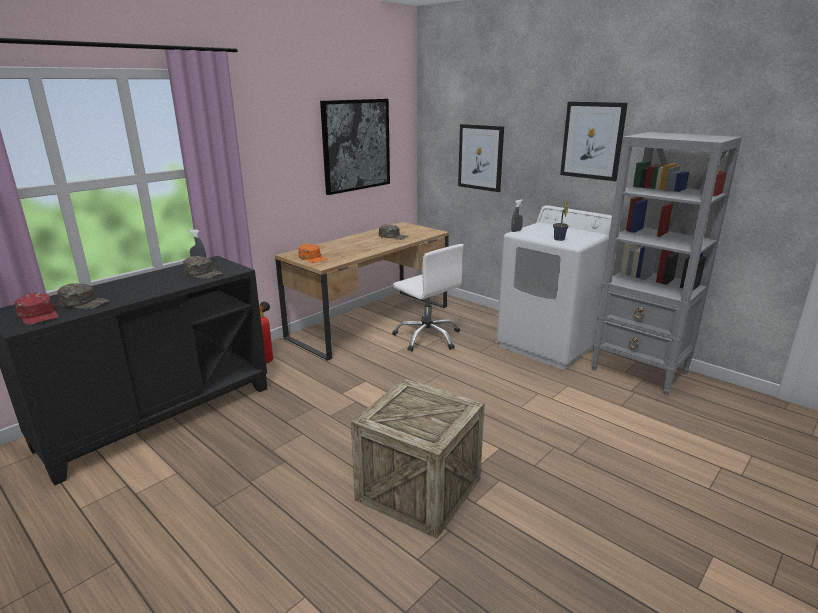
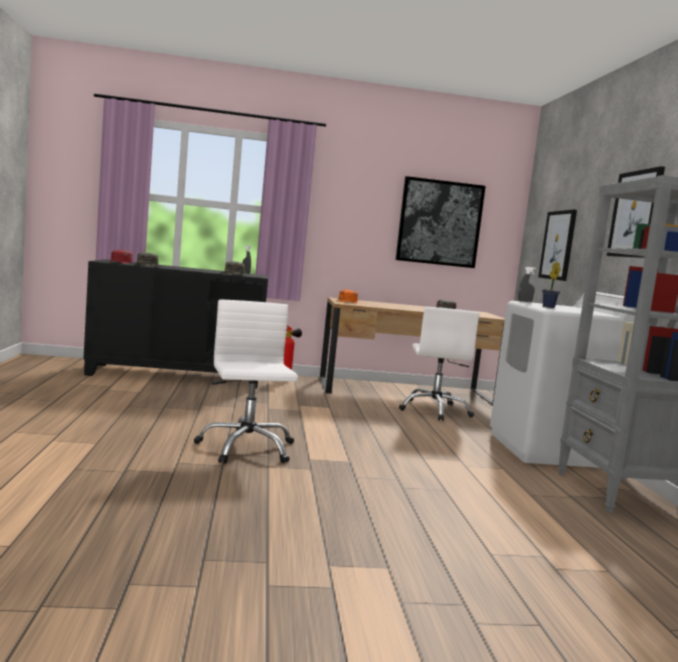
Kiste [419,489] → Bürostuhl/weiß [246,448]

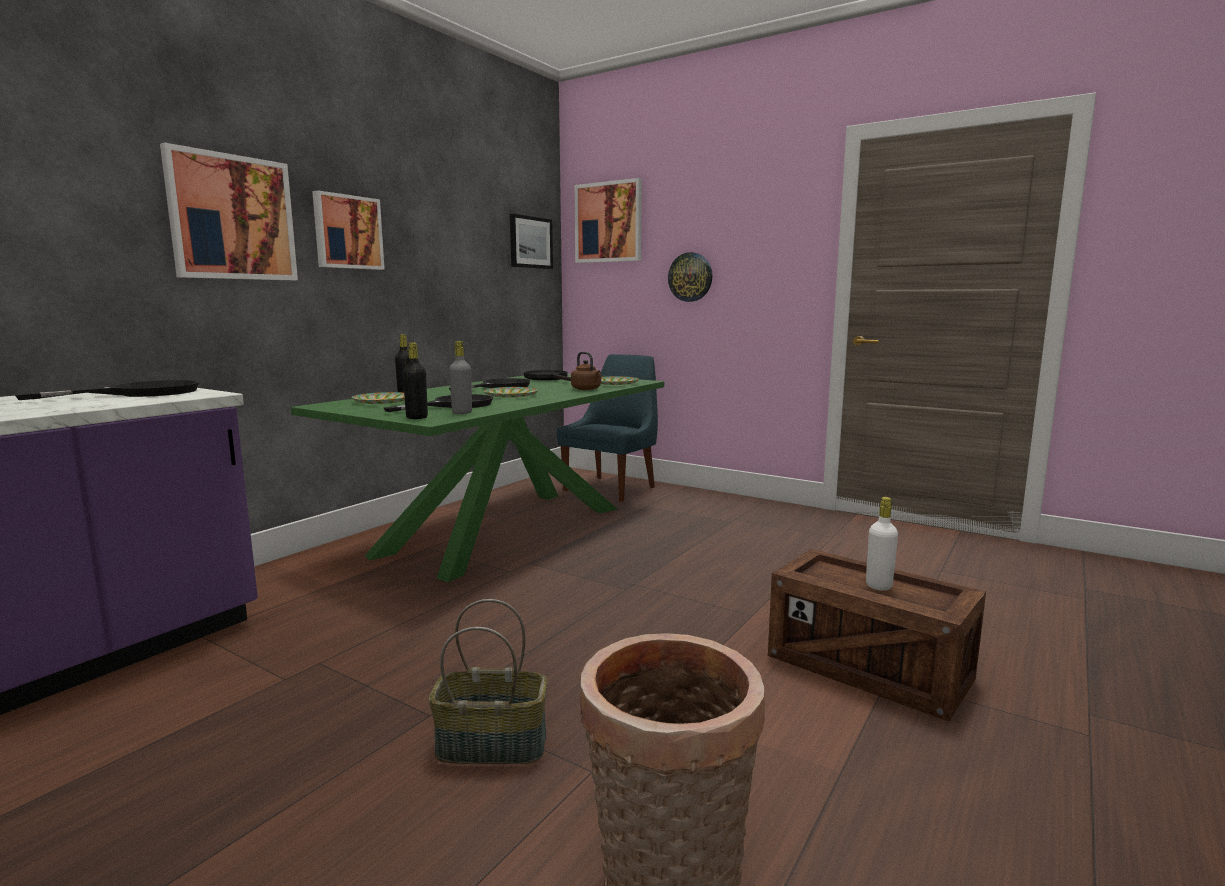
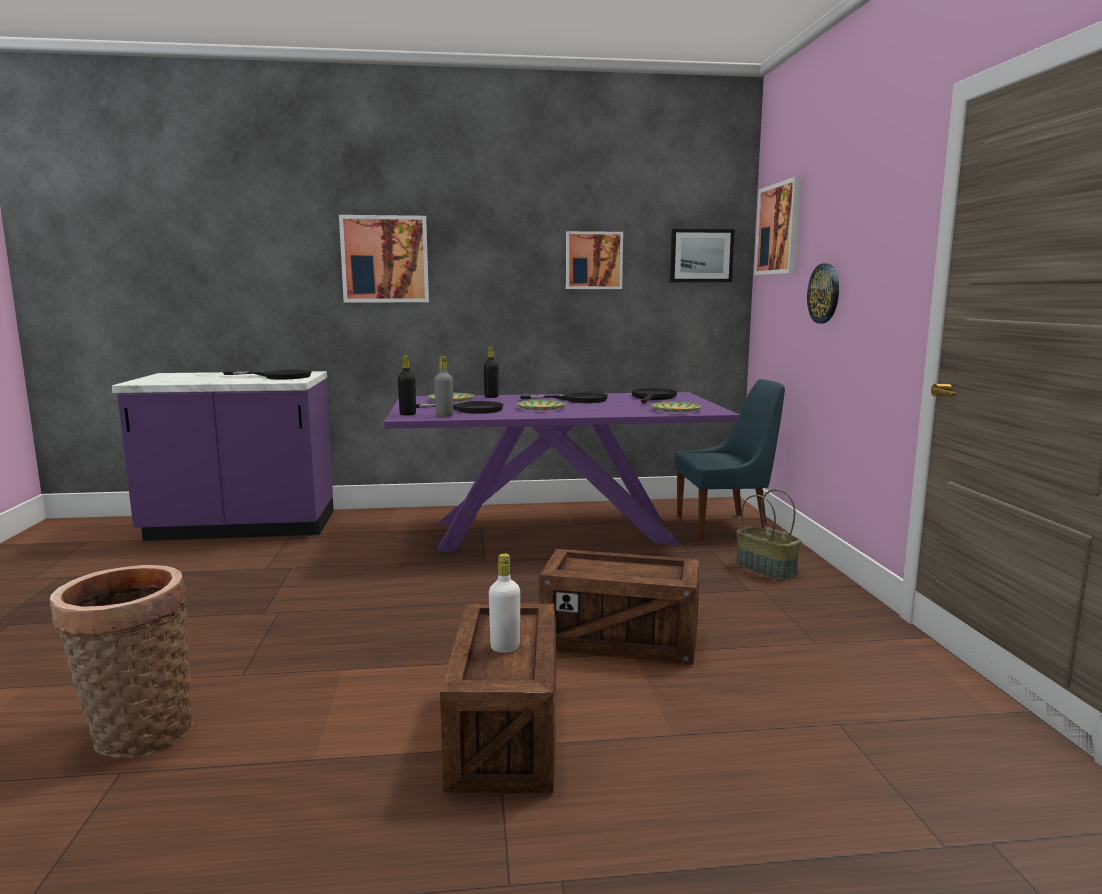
Esstisch/grün [506,530] → Esstisch/lila [555,532]
- → Kiste [619,640]
Bild [347,232] → Bild [593,260], relocated
Korb [493,744] → Korb [767,569], relocated
Wasserkessel/braun [587,389] → -

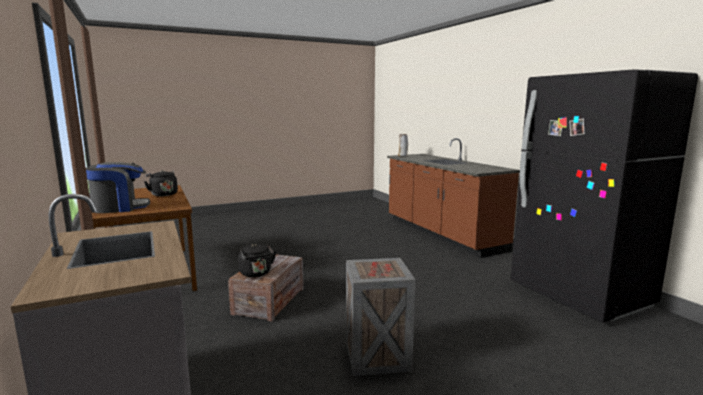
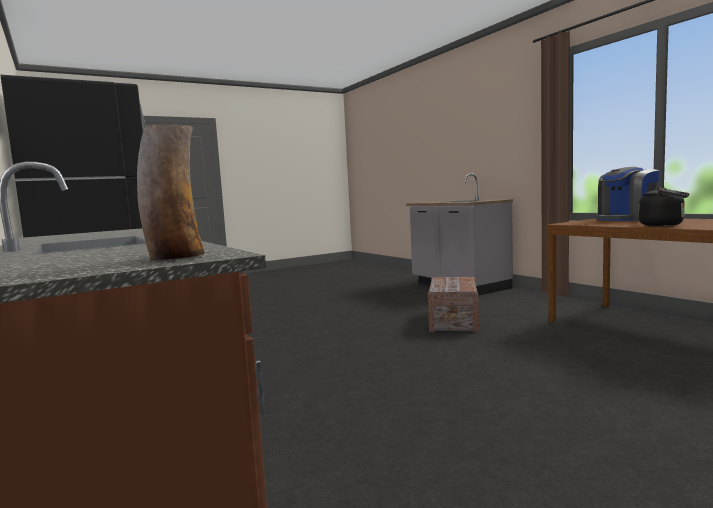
Wasserkessel/schwarz [256,274] → -
Kiste [376,357] → -

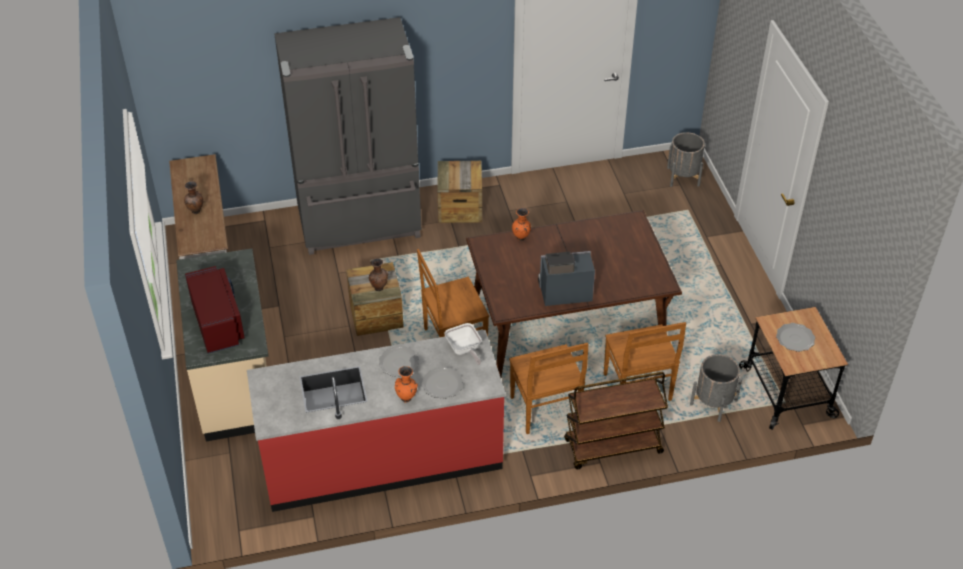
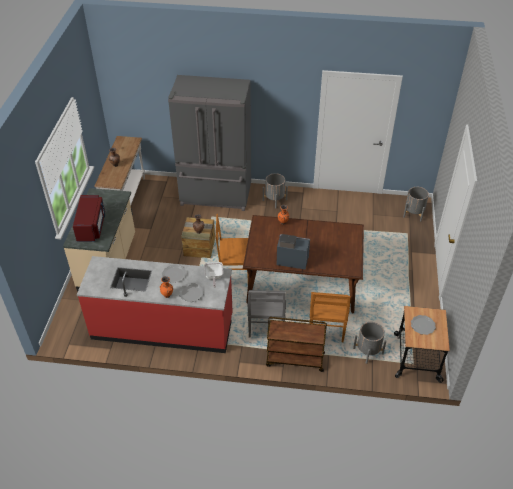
Stuhl/braun [545,411] → Stuhl/grau [266,327]
Kiste [460,207] → Pflanzkübel/grau [274,200]

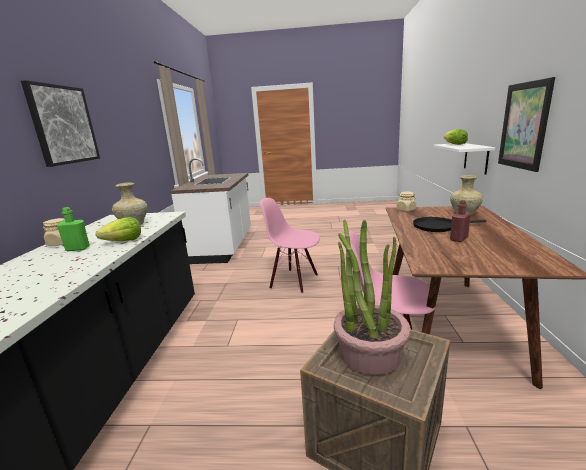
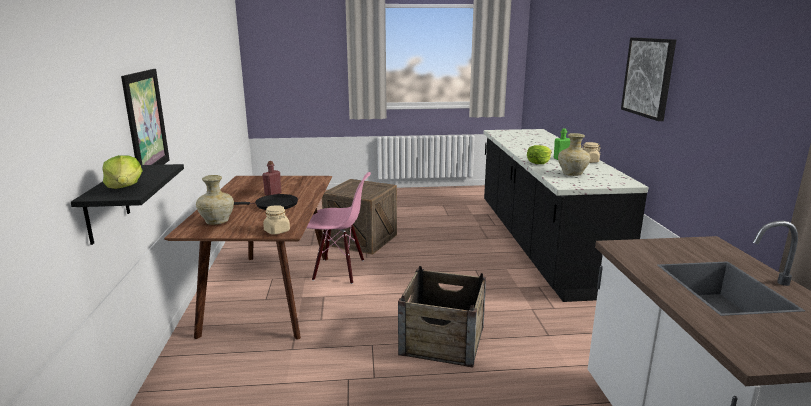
Wandregal/weiß [476,158] → Wandregal/schwarz [106,204]
Stuhl/rosa [294,281] → Kiste [443,340]
Topfpflanze [369,352] → -

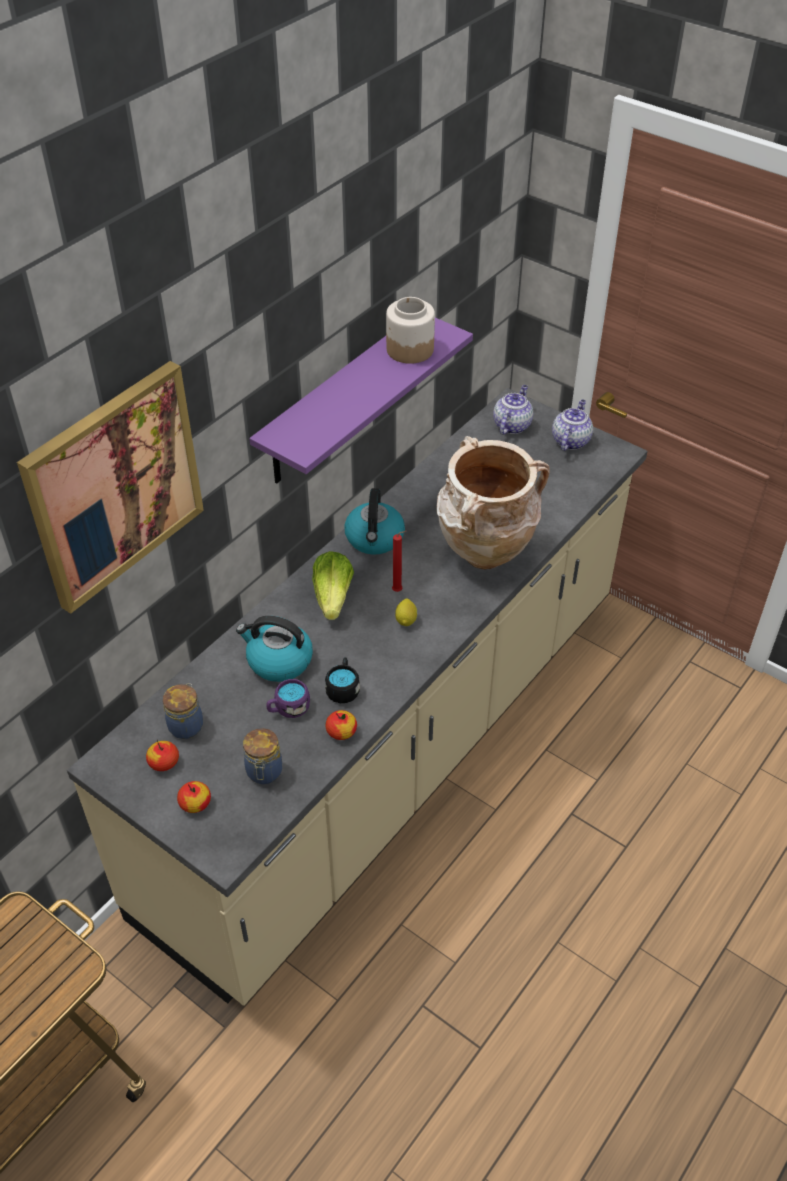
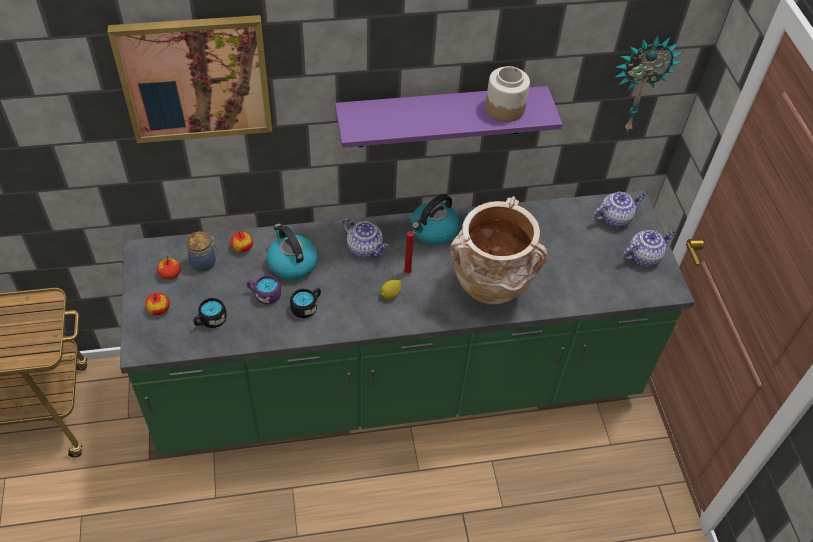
Küchenzeile/beige [393,750] → Küchenzeile/grün [398,384]
Vorratsglas [264,772] → Henkelbecher/schwarz [210,320]
Apfel [341,732] → Apfel [242,247], relocated
Salatkopf [333,597] → Teekanne [365,249]
- → Wanduhr [639,82]

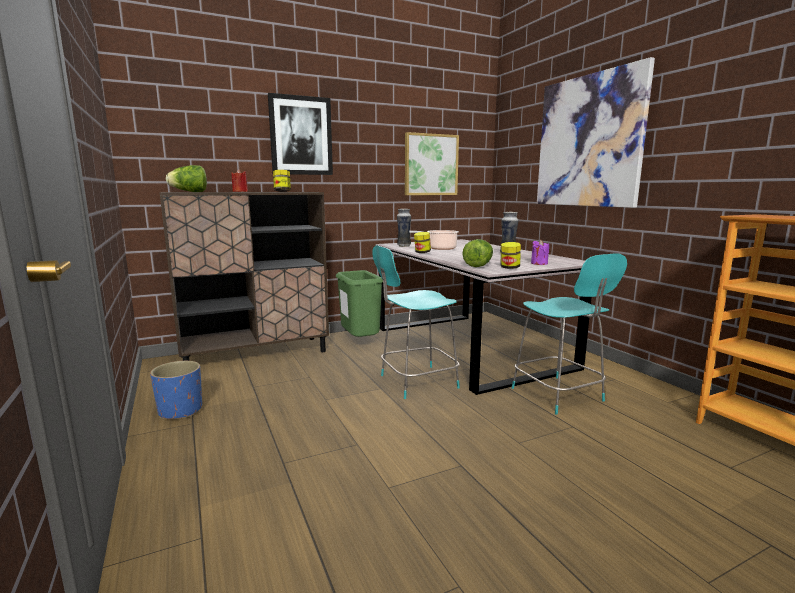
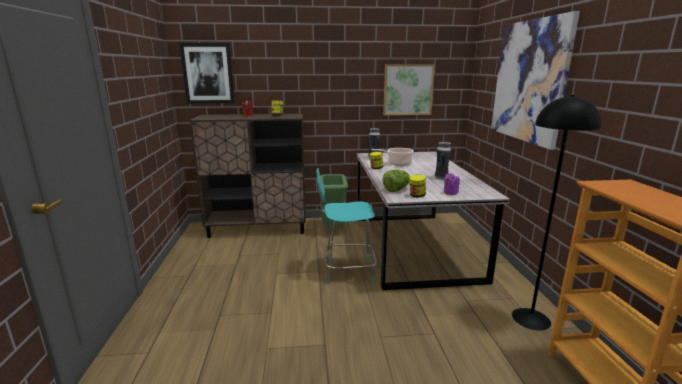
Bild [301,136] → Bild [208,73], relocated
- → Stehlampe/schwarz [531,318]
Pflanzkübel/blau [180,411] → -
Salatkopf [189,192] → -
Stuhl/türkis [559,396] → -

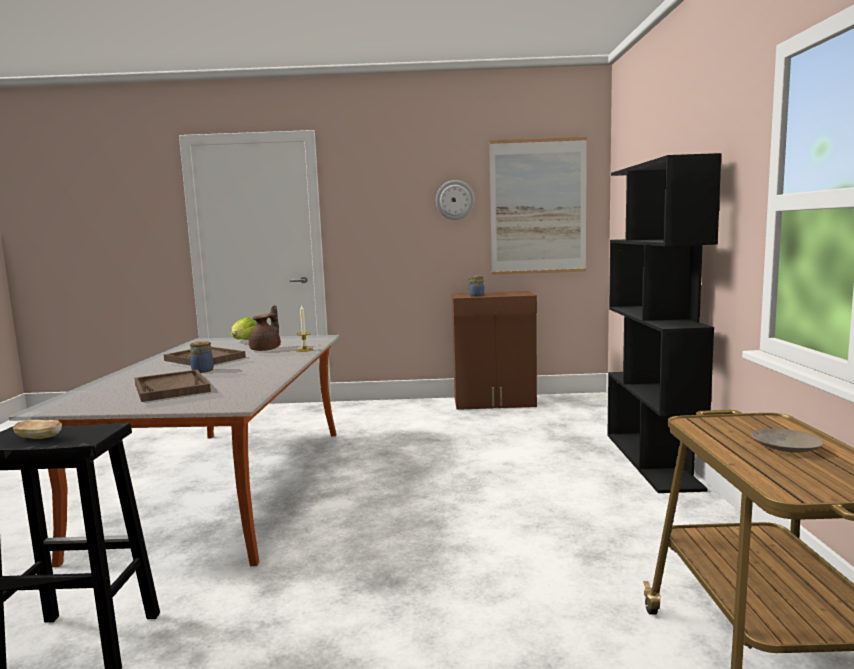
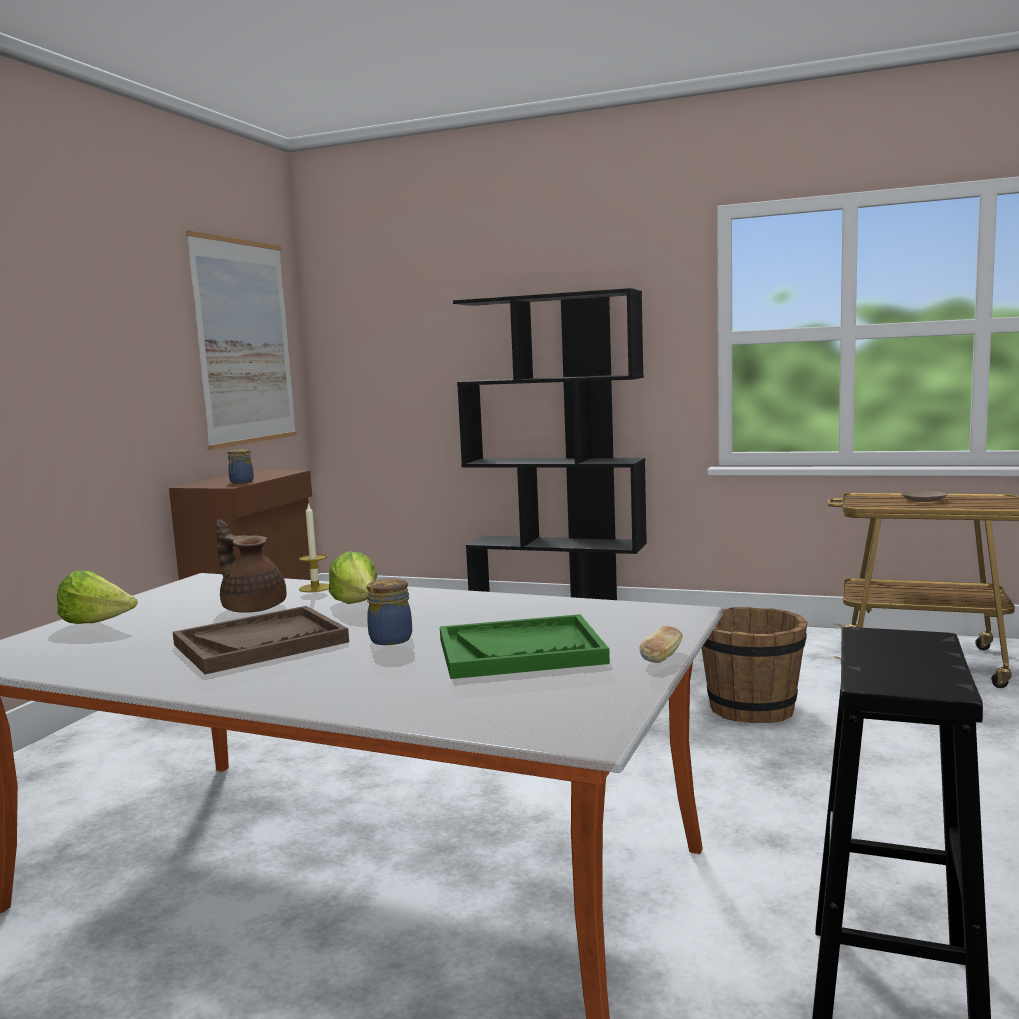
- → Salatkopf [357,605]
Tablett/braun [172,388] → Tablett/grün [521,651]
Brot [39,438] → Brot [662,658], relocated
- → Eimer/braun [751,709]
Wanduhr [455,200] → -

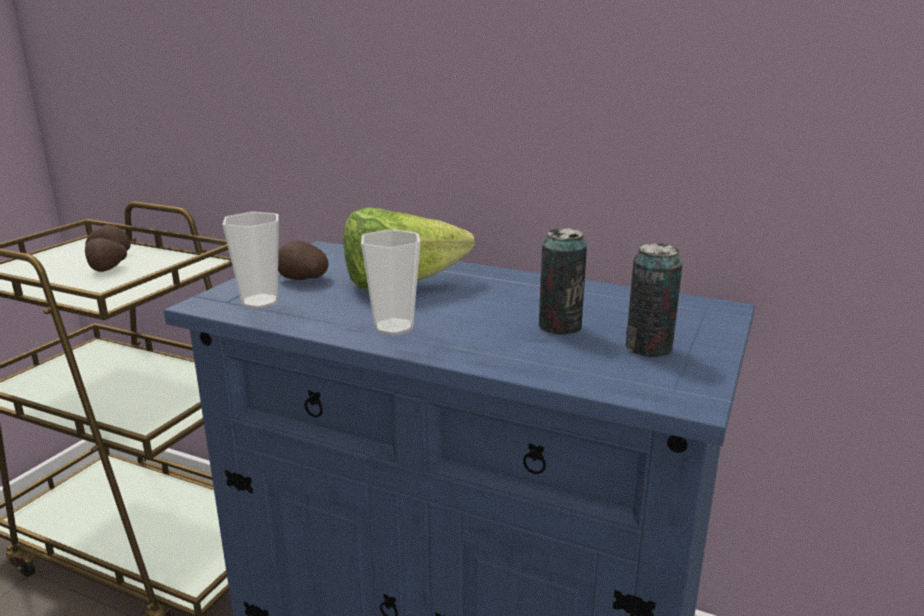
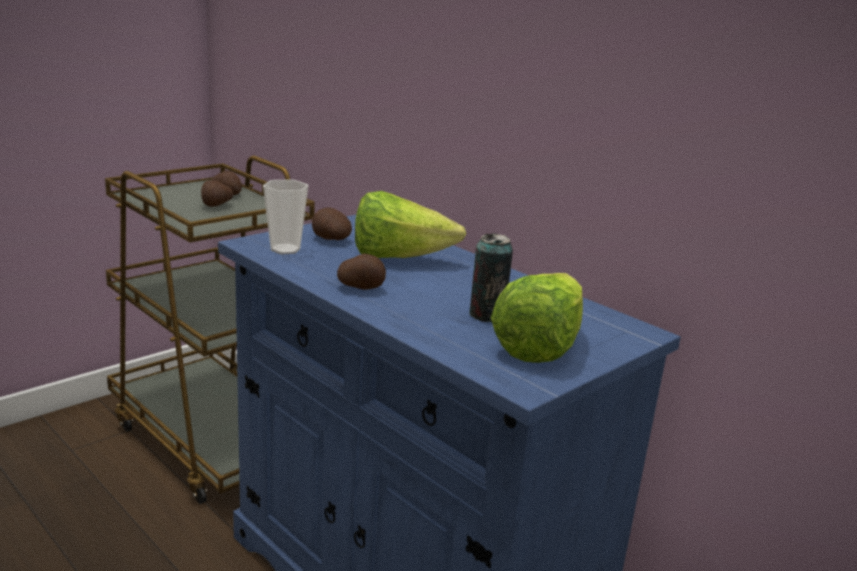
Tasse [393,327] → Kartoffel [361,288]
Dose [648,348] → Salatkopf [539,346]

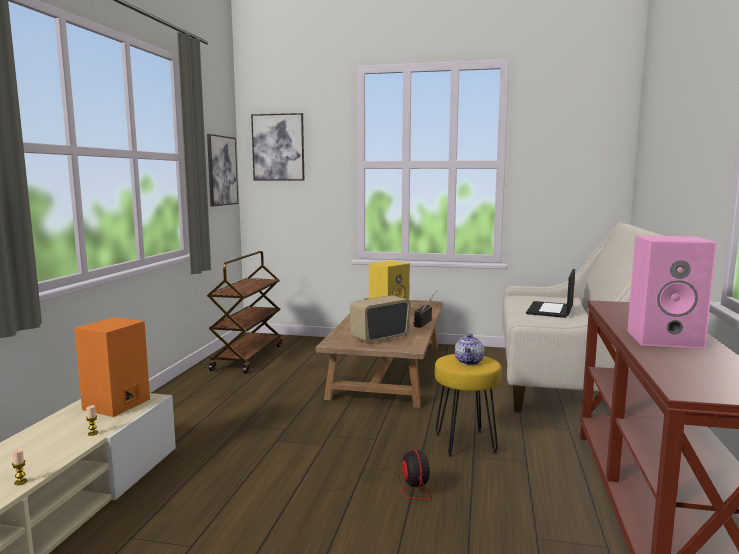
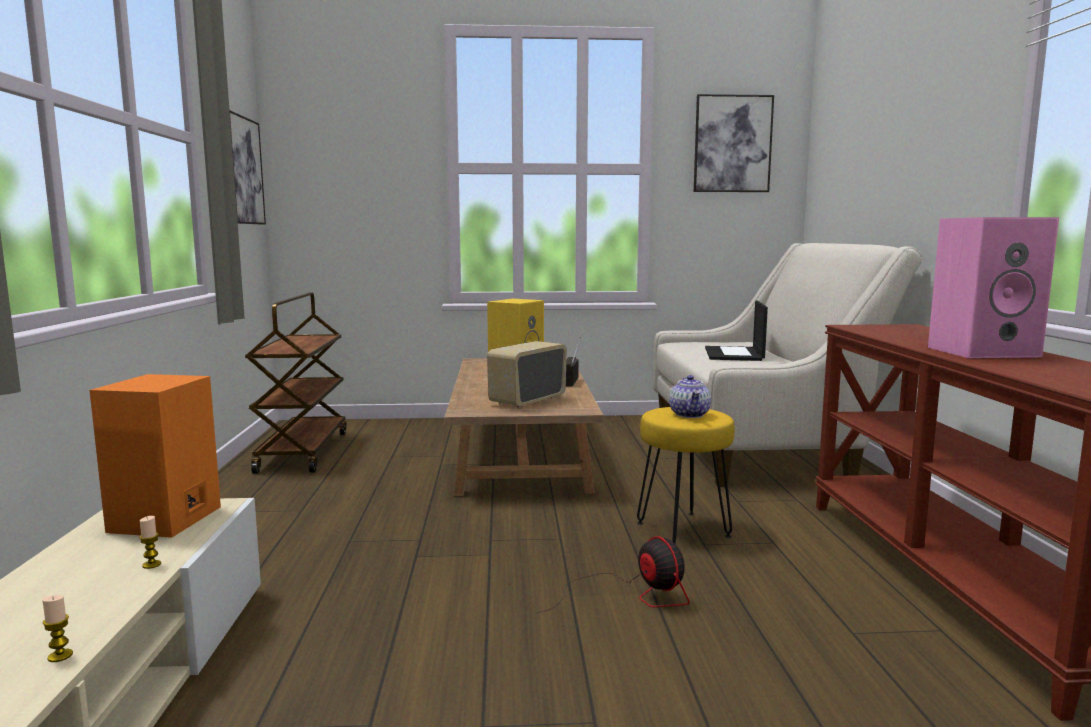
Bild [278,147] → Bild [732,144], relocated

